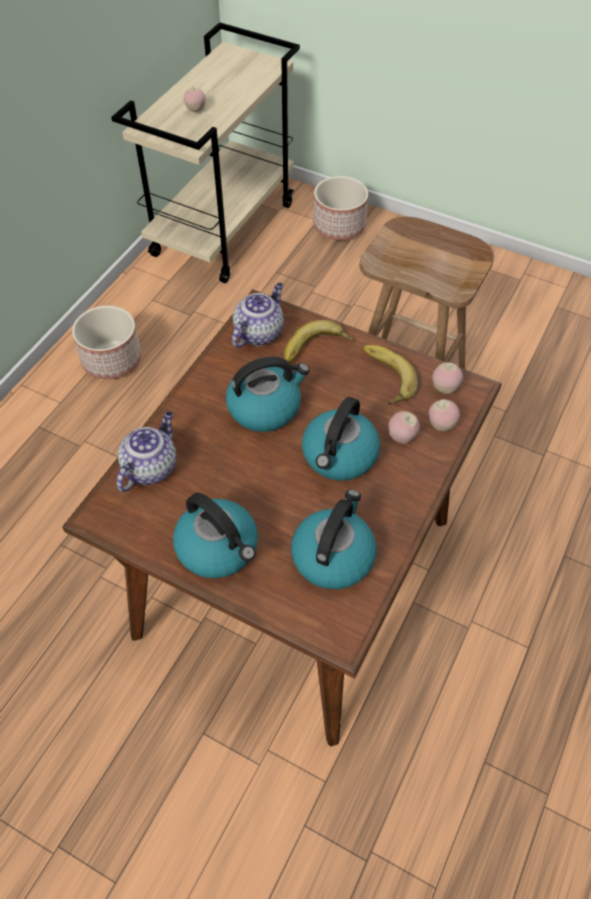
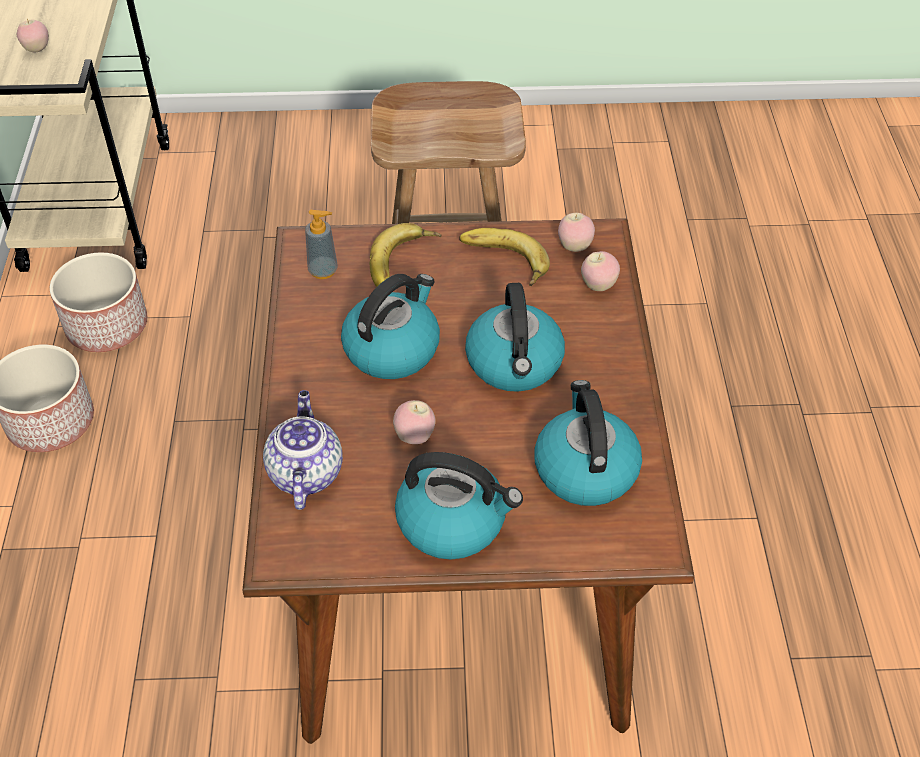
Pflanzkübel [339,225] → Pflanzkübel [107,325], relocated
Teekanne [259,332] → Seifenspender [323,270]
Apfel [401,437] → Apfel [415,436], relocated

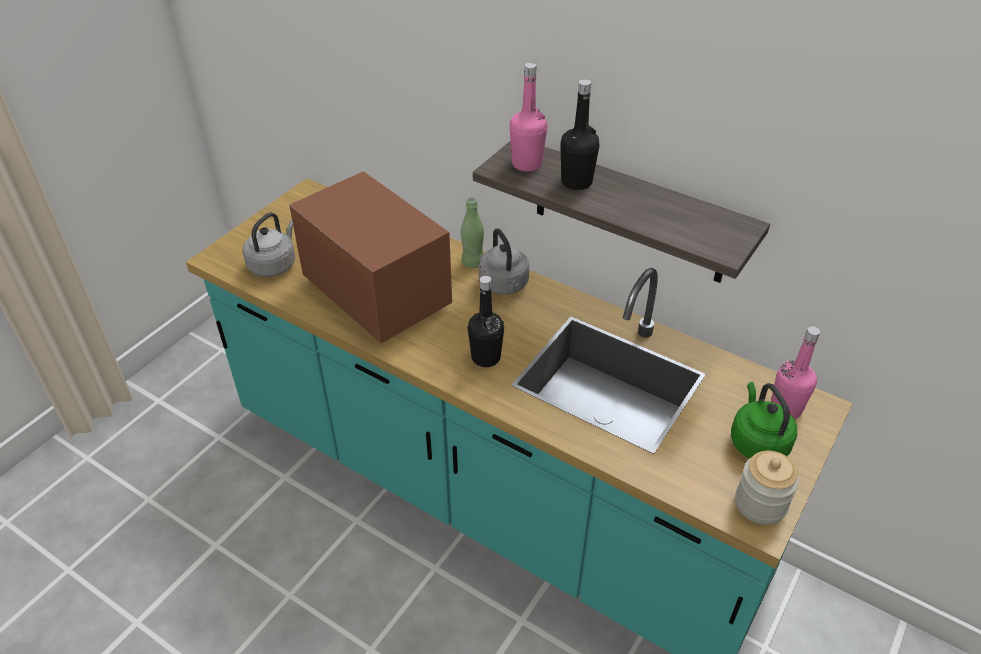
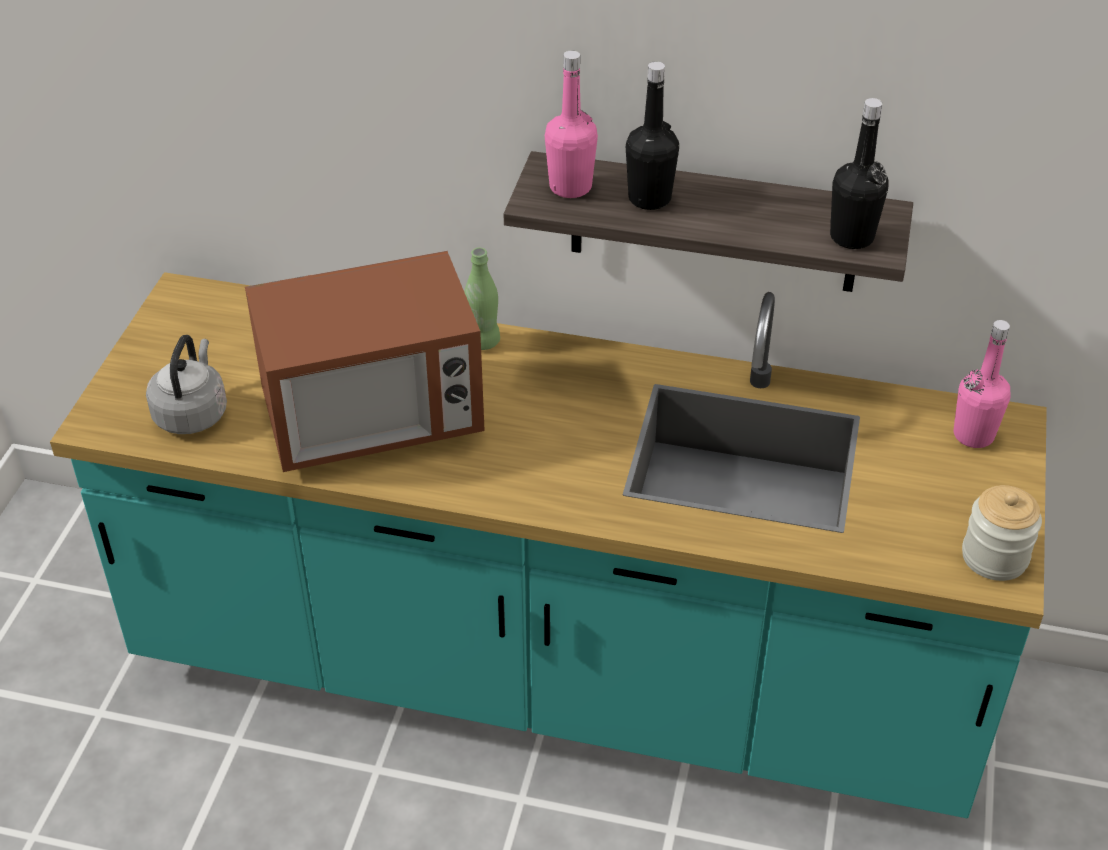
Mikrowelle [377,295] → Mikrowelle [372,419], 135 degrees clockwise
Flasche/schwarz [486,357] → Flasche/schwarz [851,237], relocated
Wasserkessel/grau [504,285] → -
Wasserkessel/grün [757,441] → -

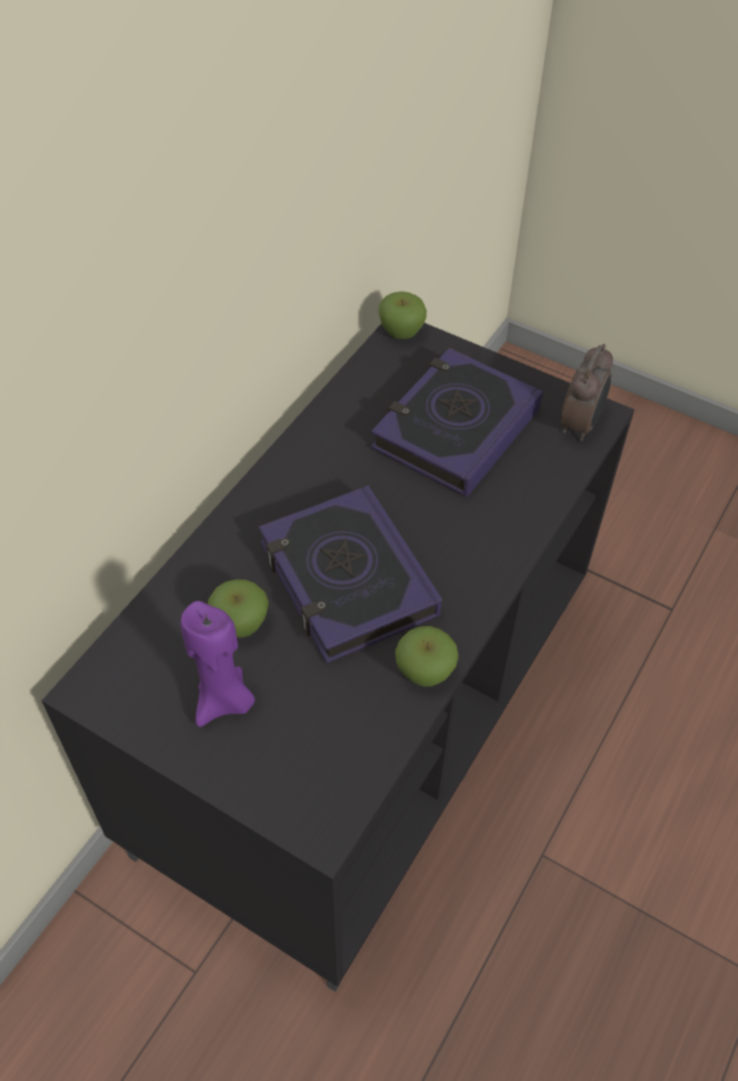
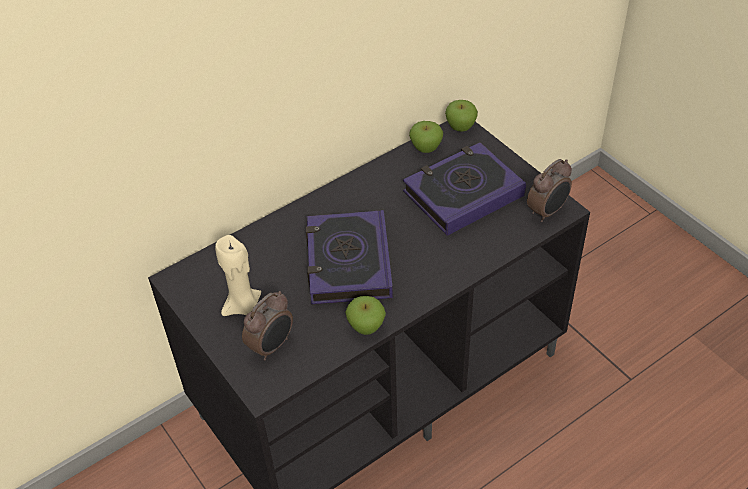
Kerze/lila [224,701] → Kerze/beige [244,307]
- → Wecker [272,346]
Apfel [240,625] → Apfel [426,148], relocated

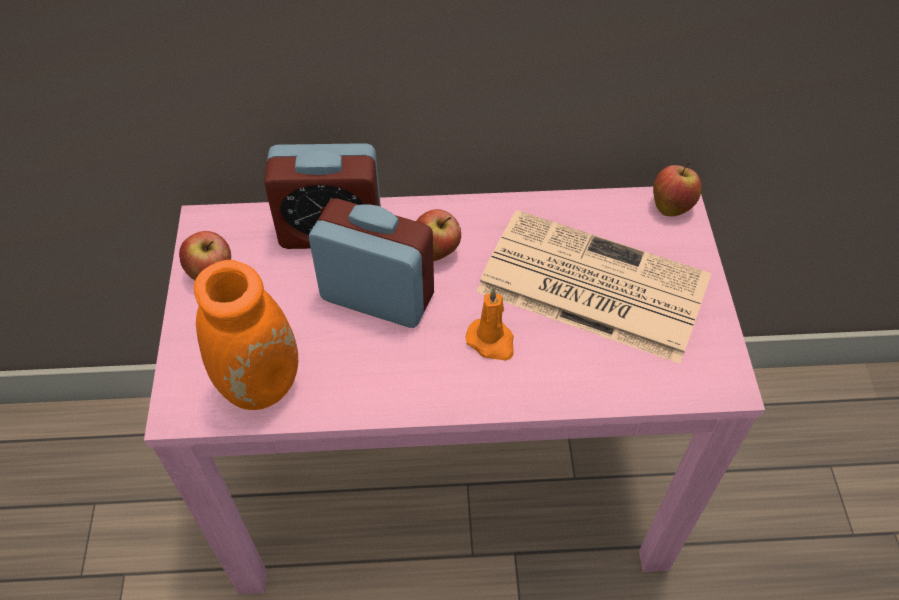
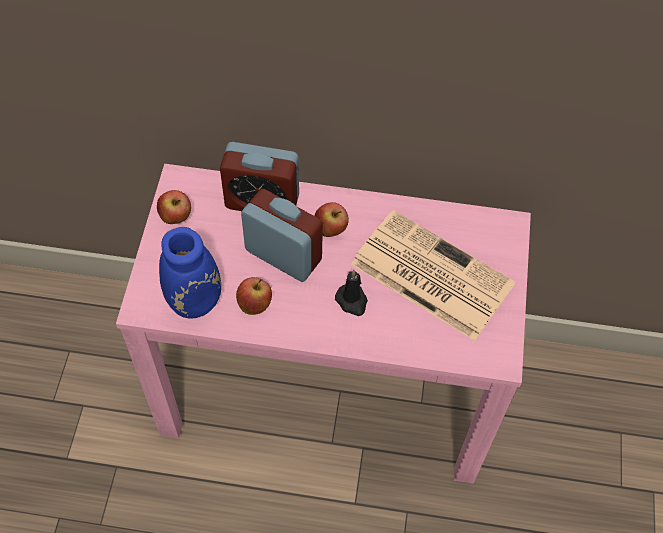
Vase/orange [263,381] → Vase/blau [197,299]
Apfel [671,206] → Apfel [255,305], relocated
Kerze/orange [492,341] → Kerze/schwarz [352,301]

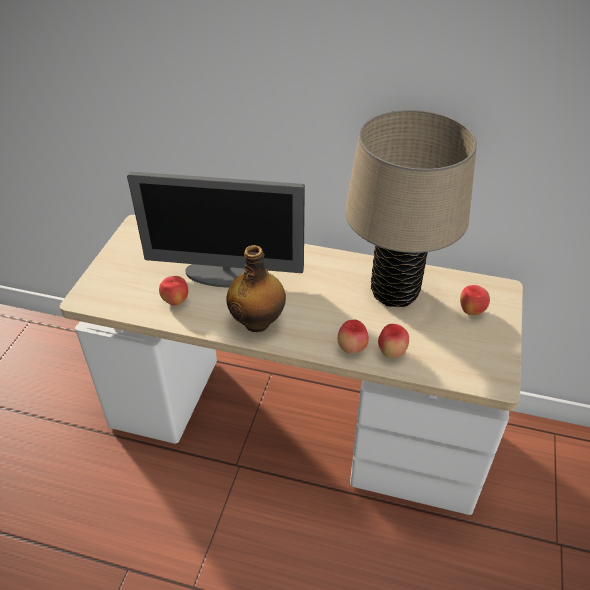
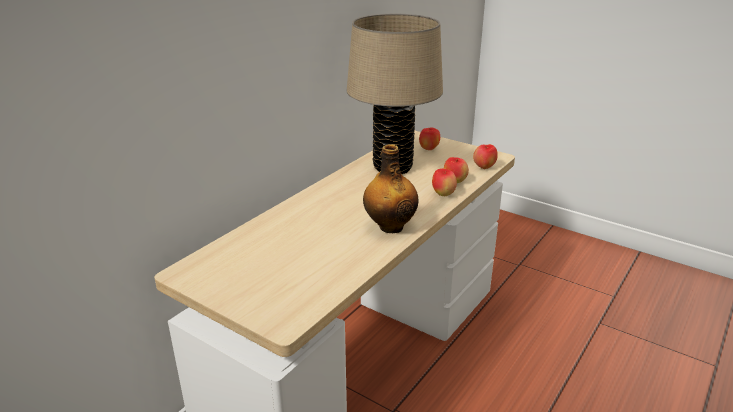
Apfel [176,301] → Apfel [484,167], relocated
Monitor [224,274] → -

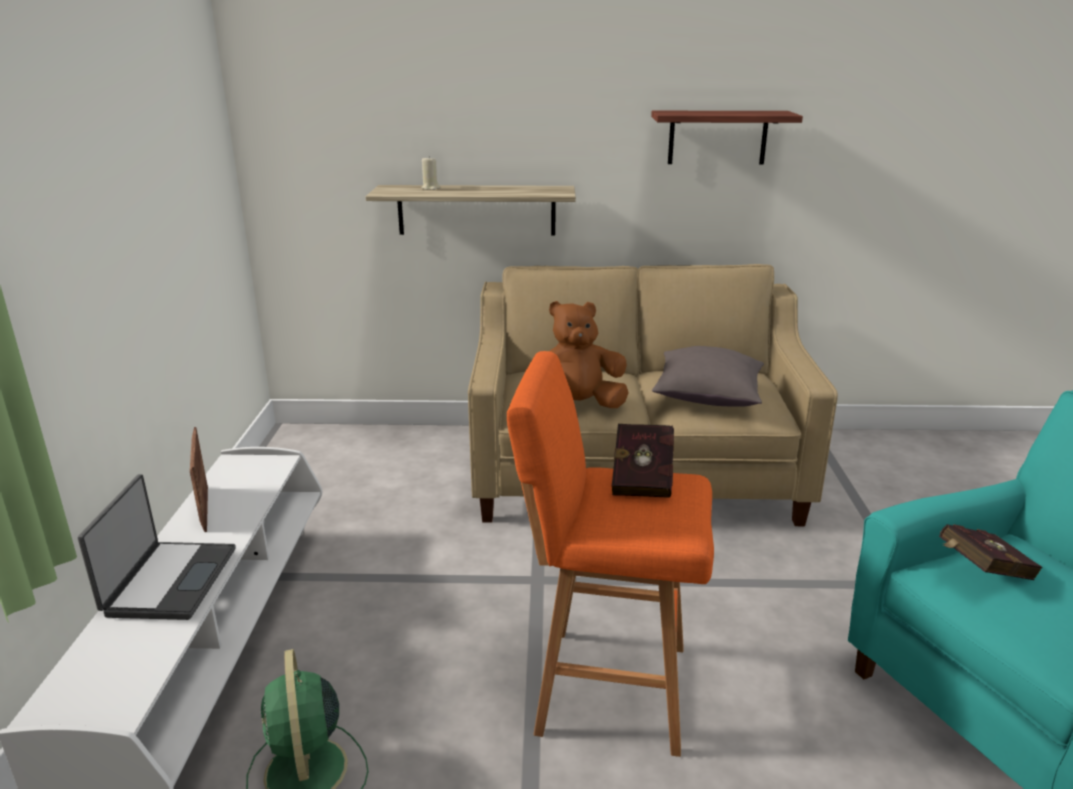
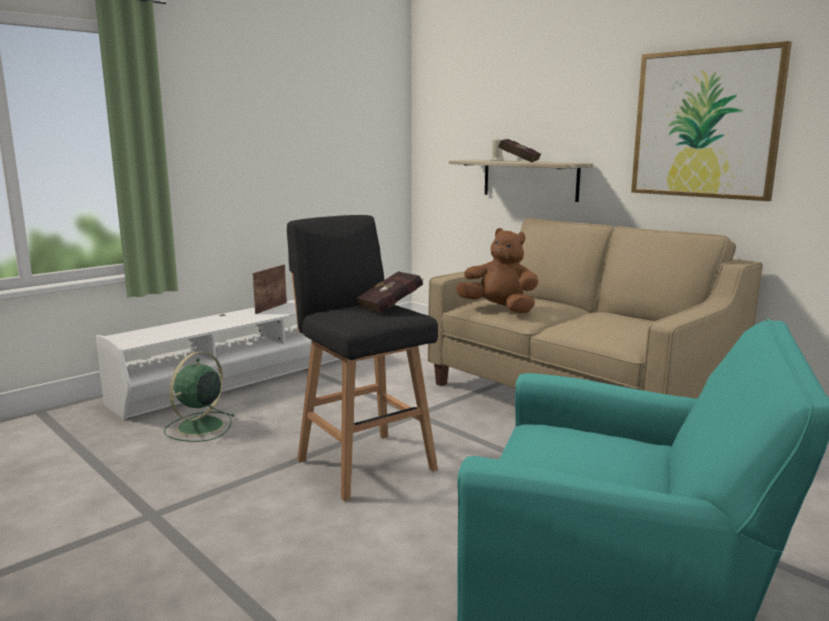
Hocker/orange [605,687] → Hocker/schwarz [364,463]
Buch/rot [980,572] → Buch/rot [517,161], relocated
Wandregal [717,137] → Bild [705,124]
Laptop [169,581] → -
Kissen/grau [707,397] → -

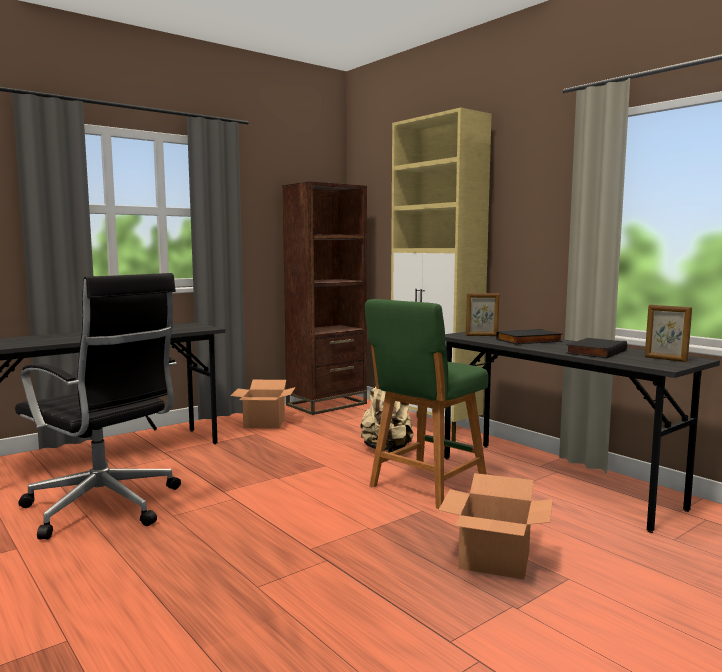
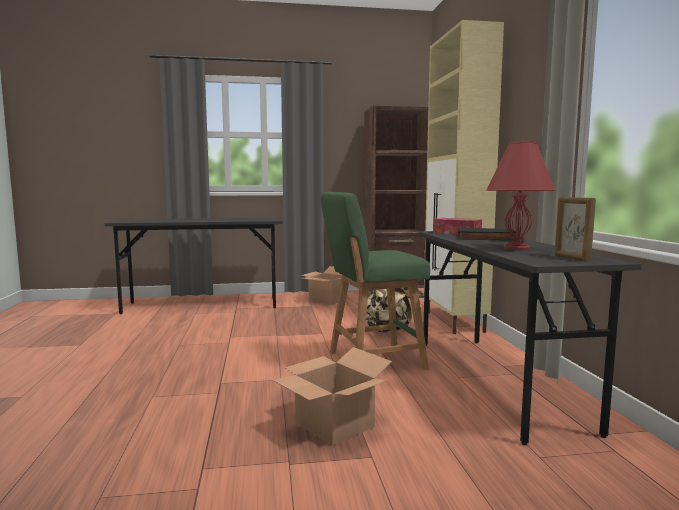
Bilderrahmen [481,335] → Taschentuchbox [457,233]
Buch/schwarz [595,352] → Tischlampe/rot [517,248]
Bürostuhl/schwarz [105,507] → -

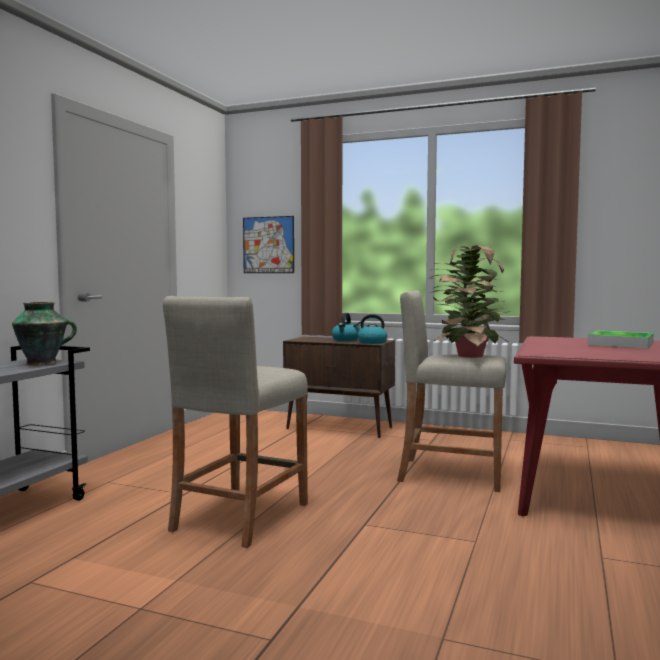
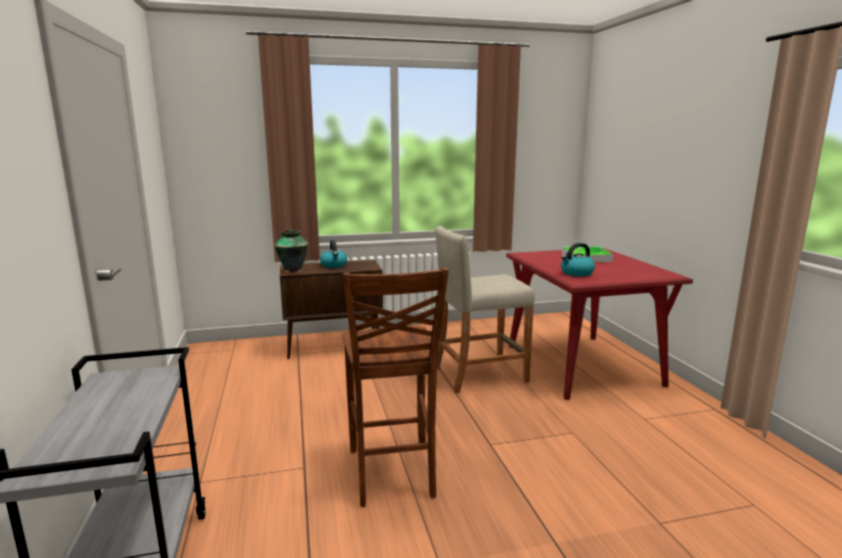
Vase [43,363] → Vase [294,271], relocated
Hocker/beige [240,516] → Stuhl/braun [392,474]
Wasserkessel [371,342] → Wasserkessel [576,273], relocated
Bild [268,245] → -
Topfpflanze [467,356] → -

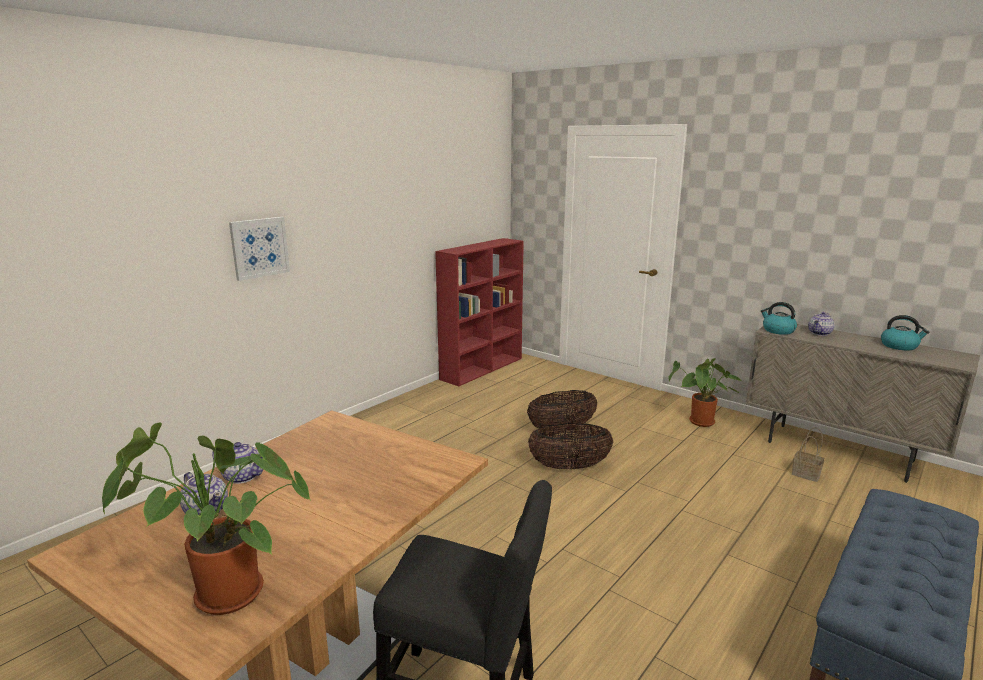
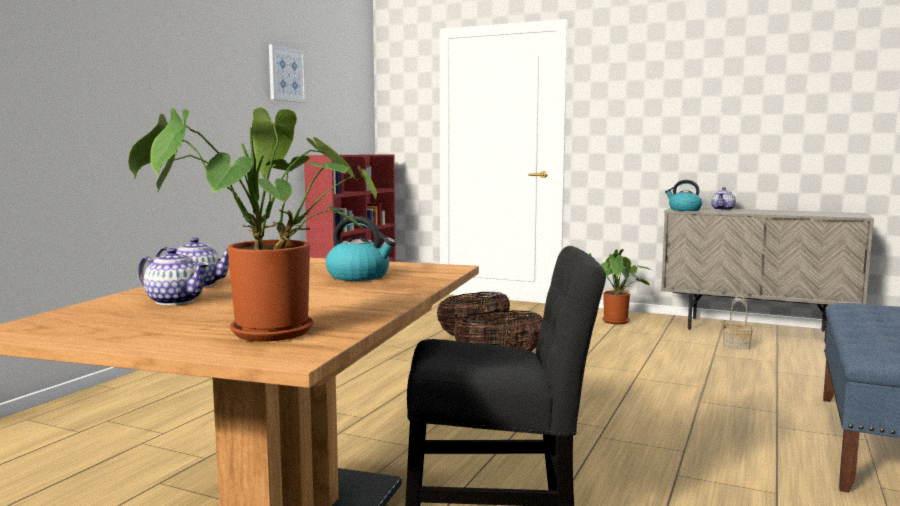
Bild [259,247] → Bild [286,74], relocated
Wasserkessel [899,346] → Wasserkessel [359,276], relocated

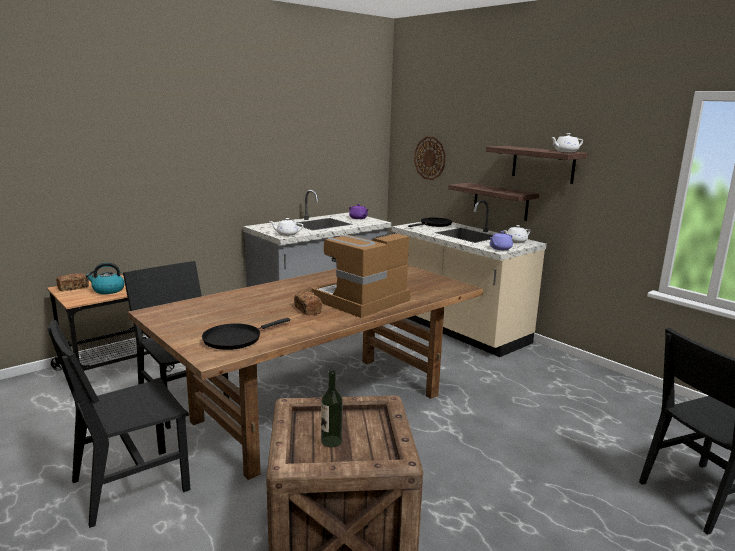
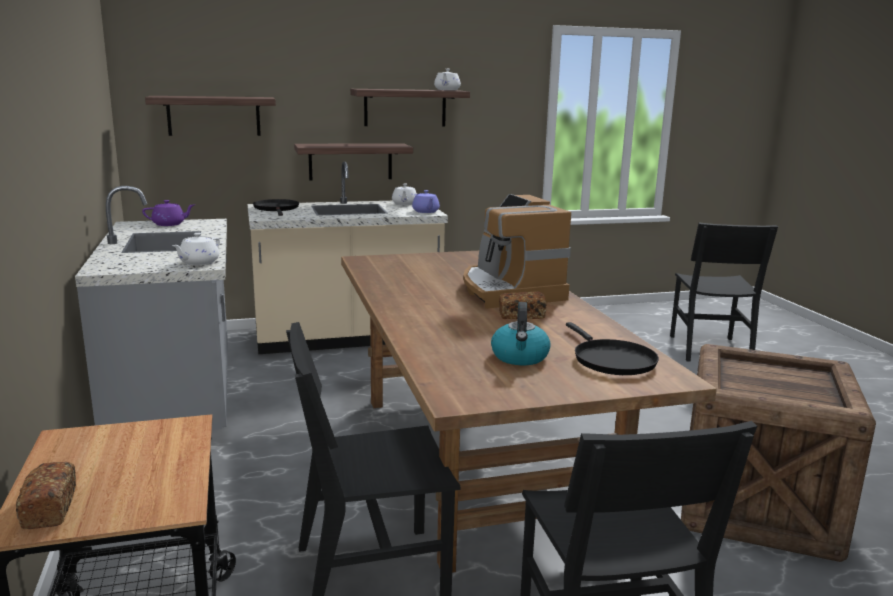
Wanduhr [430,158] → Wandregal [214,116]
Wasserkessel [108,290] → Wasserkessel [520,357], relocated
Flasche [331,441] → -

